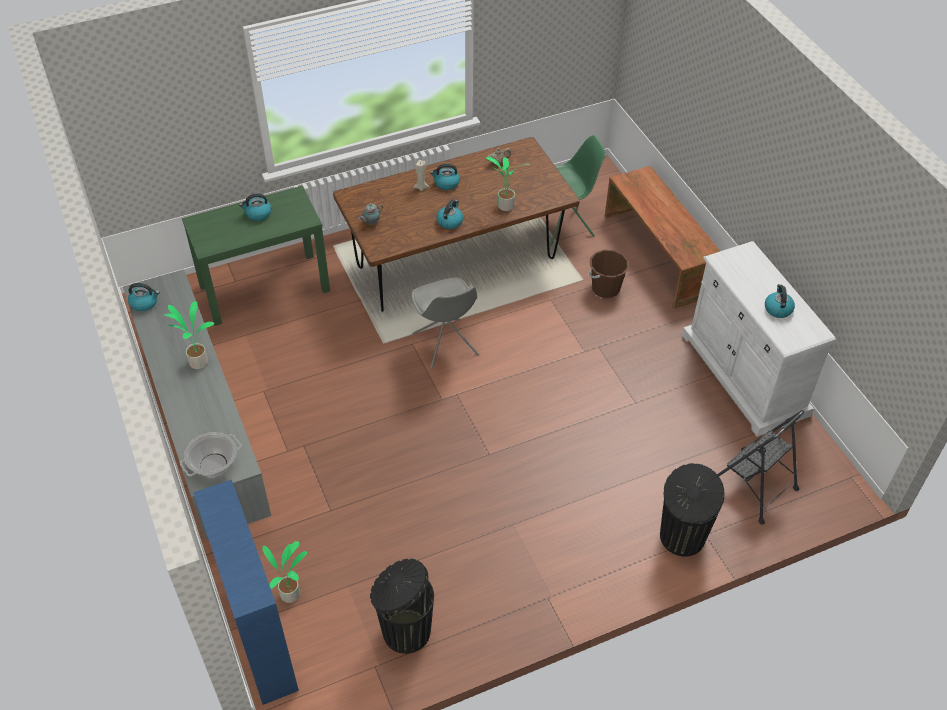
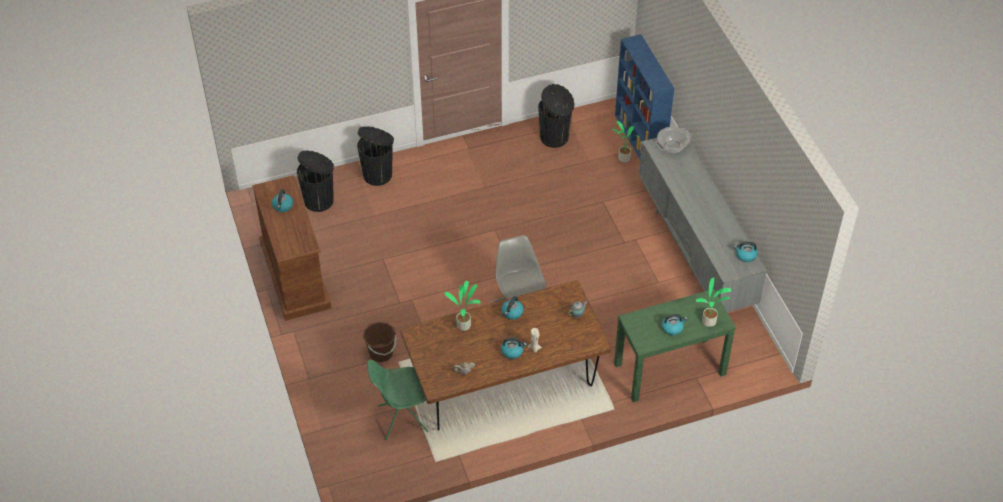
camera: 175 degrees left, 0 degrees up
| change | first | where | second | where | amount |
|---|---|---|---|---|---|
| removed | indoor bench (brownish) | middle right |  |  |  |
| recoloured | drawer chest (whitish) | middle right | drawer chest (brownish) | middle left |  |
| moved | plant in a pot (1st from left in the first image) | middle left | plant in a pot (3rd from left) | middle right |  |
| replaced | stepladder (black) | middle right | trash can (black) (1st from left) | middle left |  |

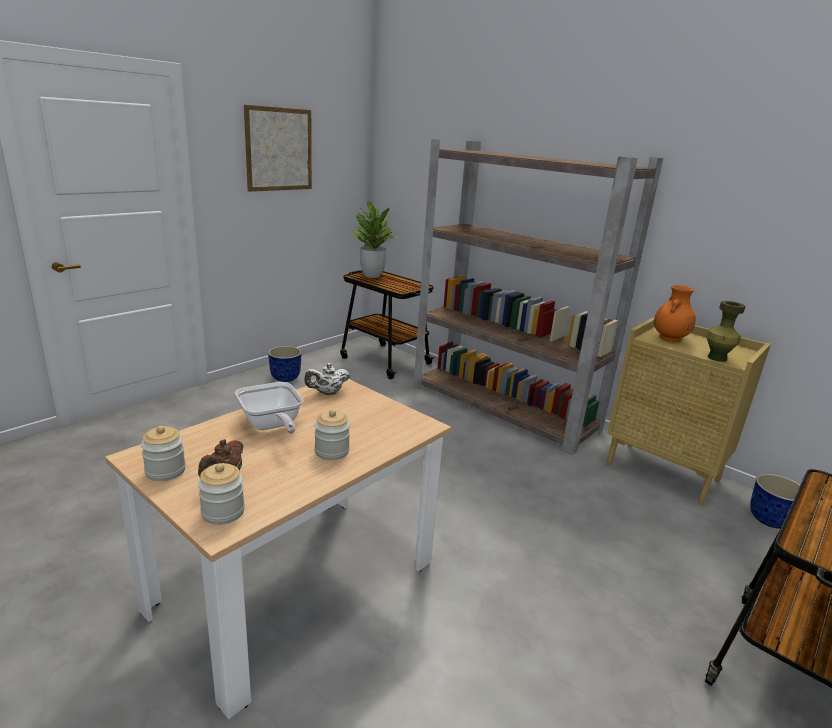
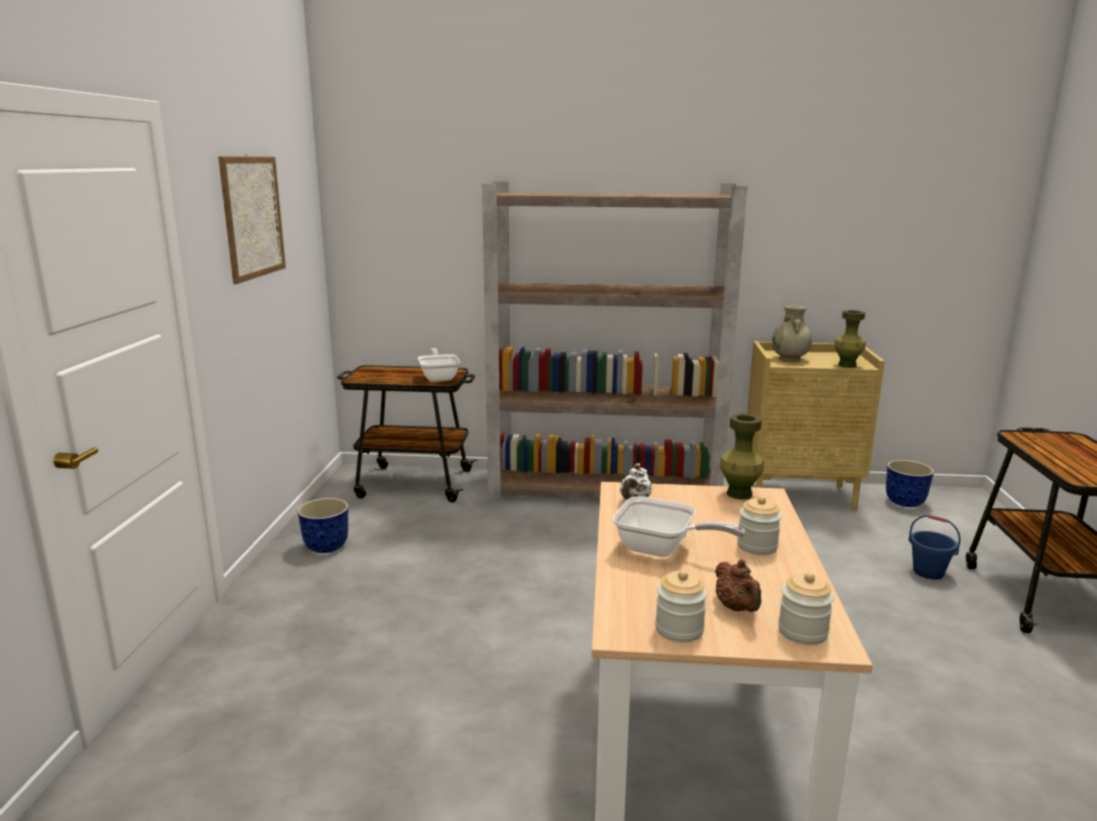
camera: 35 degrees left, 5 degrees down
| change | first | where | second | where | amount |
|---|---|---|---|---|---|
| removed | plant in a pot | top centre |  |  |  |
| recoloured | decorative vase (orange-coloured) | middle right | decorative vase (beige-coloured) | middle right |  |
| added |  |  | pan (1st from left) | centre |  |
| added |  |  | decorative vase (greenish) (1st from left) | middle right |  |
| added |  |  | bucket (bluish) | middle right |  |

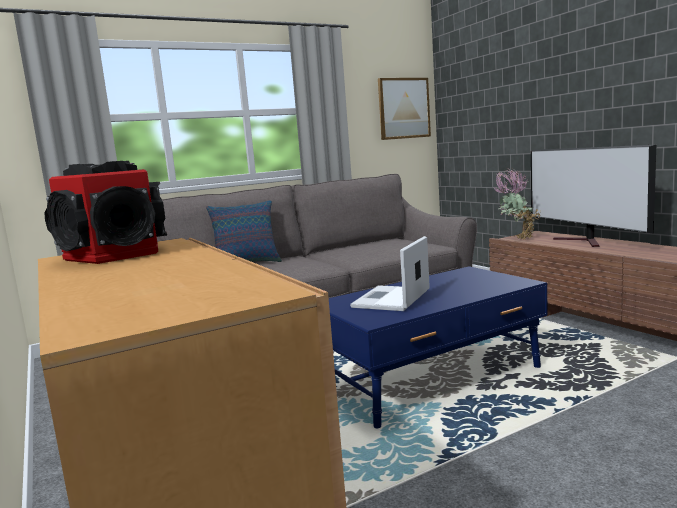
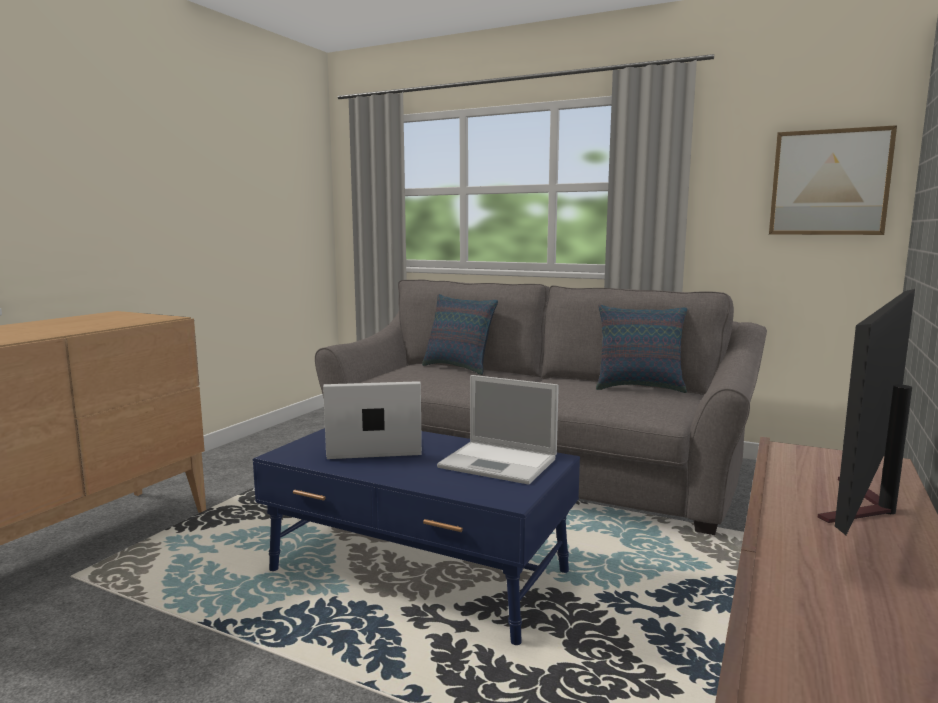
camera: 55 degrees right, 0 degrees up
| change | first | where | second | where | amount |
|---|---|---|---|---|---|
| removed | speaker | middle left |  |  |  |
| removed | plant in a pot | middle right |  |  |  |
| added |  |  | throw pillow (bluish) (2nd from left) | middle right |  |
| added |  |  | laptop (2nd from left) | centre |  |

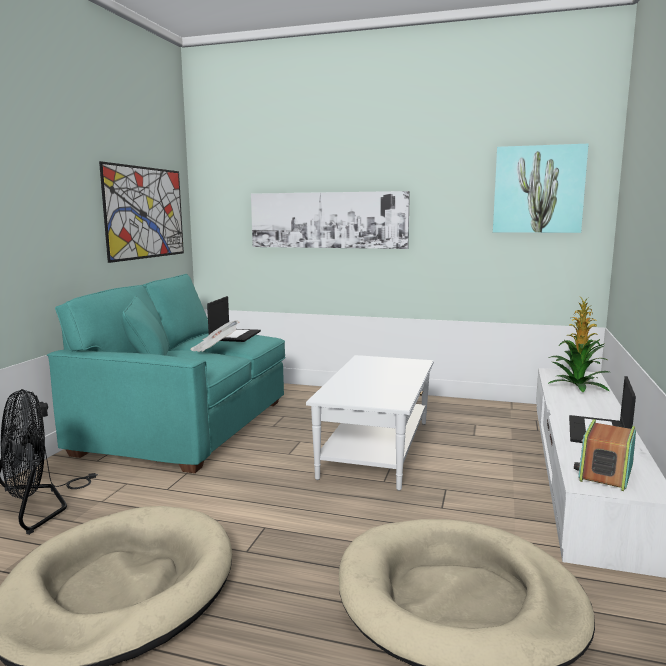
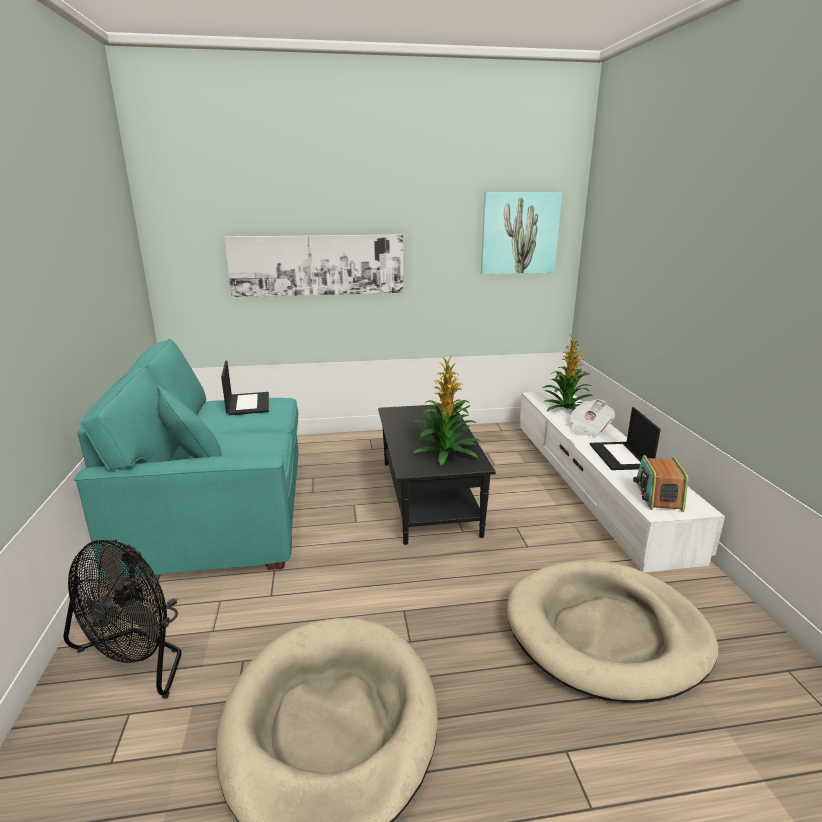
camera: 25 degrees left, 10 degrees up
| change | first | where | second | where | amount |
|---|---|---|---|---|---|
| removed | wall art (1st from left) | top left |  |  |  |
| moved | newspaper | middle left |  | middle right |  |
| recoloured | low table (whitish) | centre | low table (black) | centre |  |
| added |  |  | plant in a pot (1st from left) | centre |  |

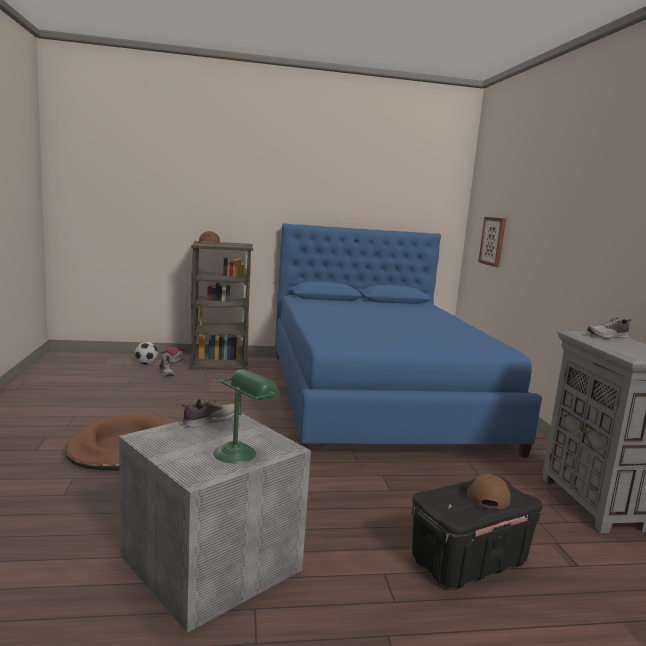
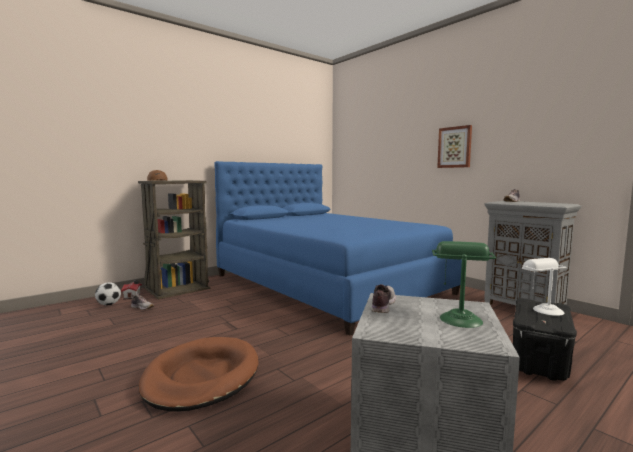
camera: 30 degrees left, 5 degrees down
| change | first | where | second | where | amount |
|---|---|---|---|---|---|
| moved | wall art | middle right |  | top right |  |
| replaced | cap (brownish) (2nd from left) | bottom right | table lamp (whitish) | middle right |  |

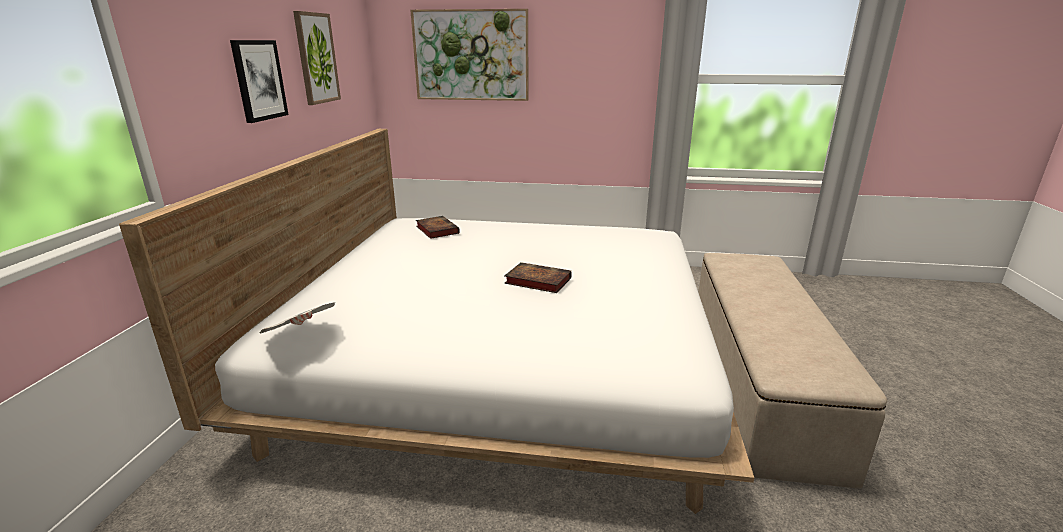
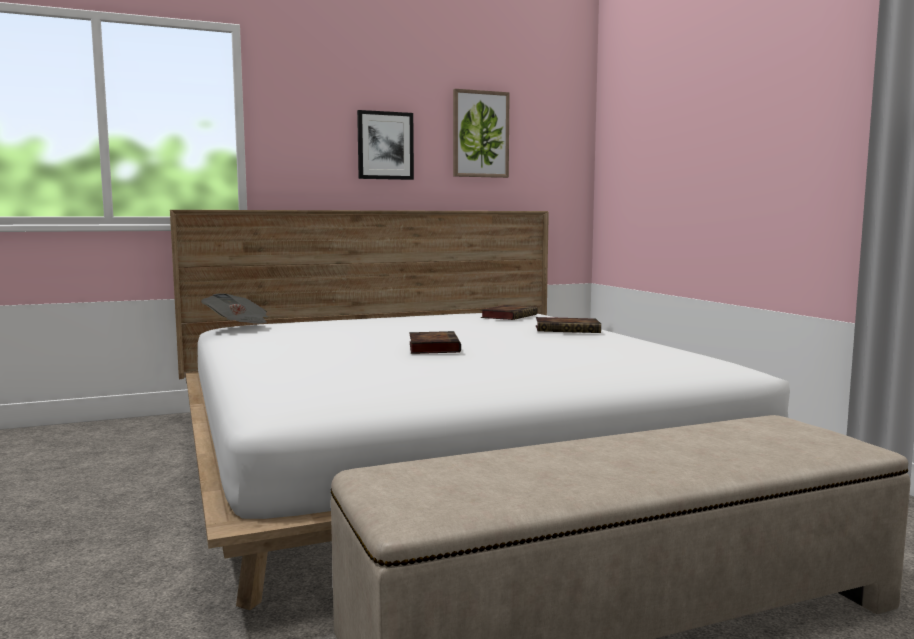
camera: 60 degrees right, 15 degrees down
| change | first | where | second | where | amount |
|---|---|---|---|---|---|
| removed | wall art (3rd from left) | top centre |  |  |  |
| added |  |  | bound book (3rd from left) | centre |  |

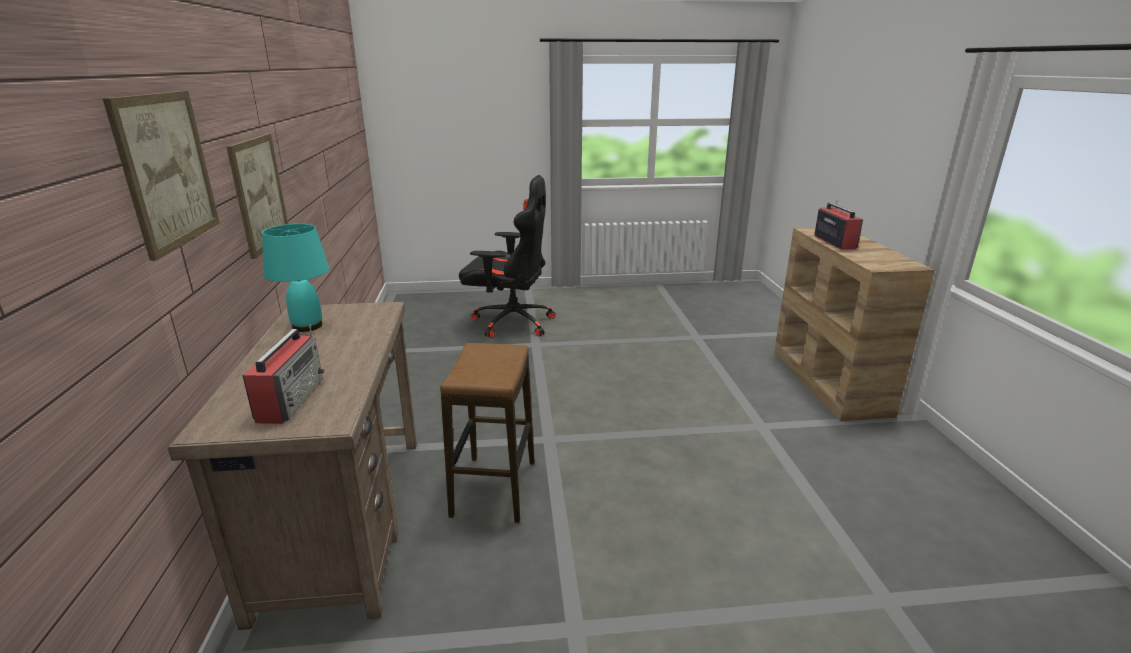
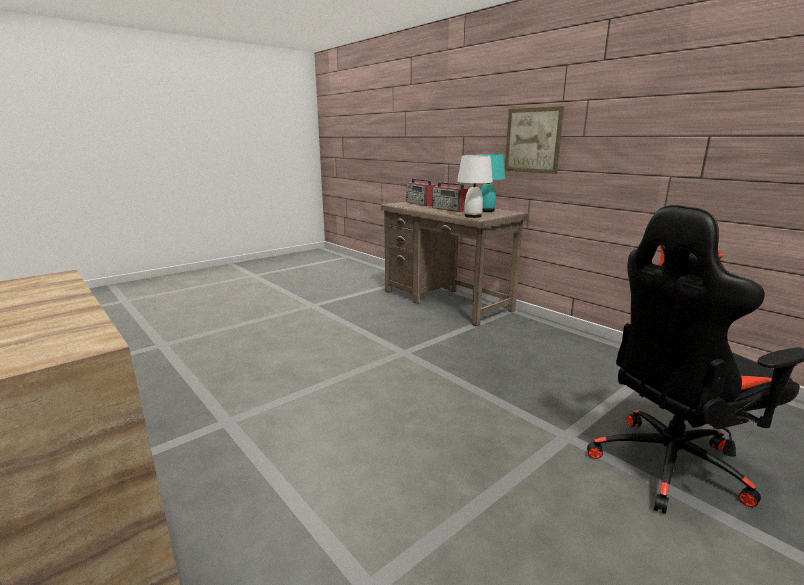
camera: 145 degrees right, 5 degrees down
| change | first | where | second | where | amount |
|---|---|---|---|---|---|
| removed | wall art (1st from left) | top left |  |  |  |
| moved | radio (2nd from left) | middle right |  | centre |  |
| removed | sitting stool | centre |  |  |  |
| added |  |  | table lamp (whitish) | top centre |  |

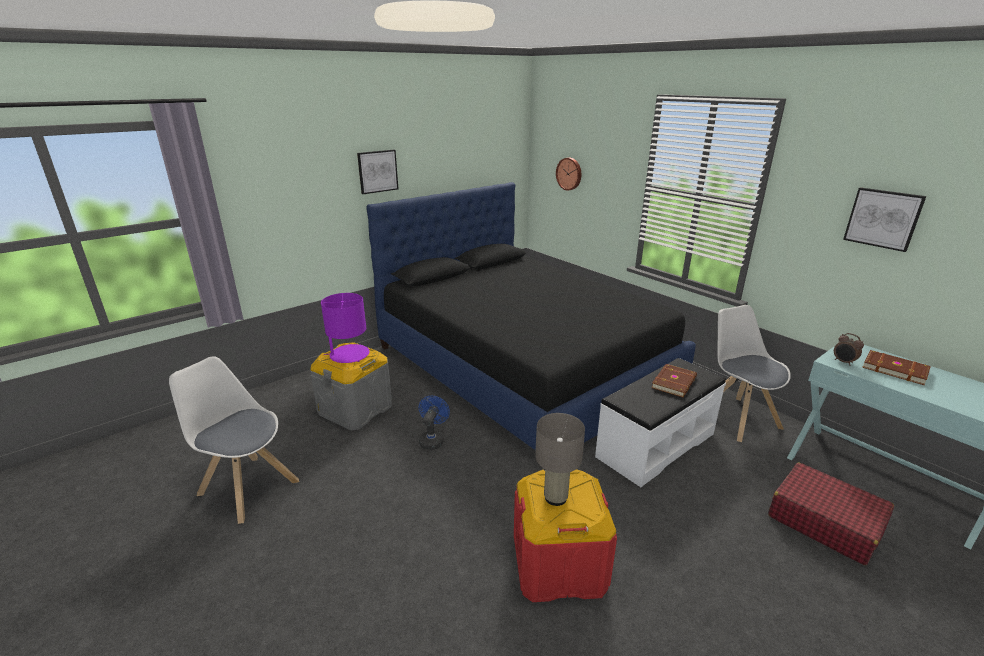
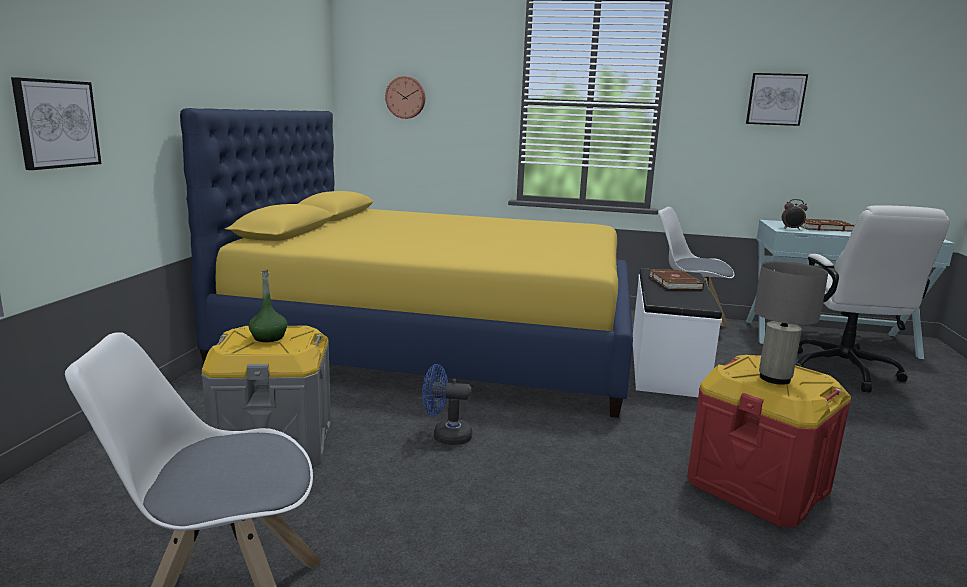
camera: 40 degrees left, 10 degrees down
| change | first | where | second | where | amount |
|---|---|---|---|---|---|
| moved | wall art (1st from left) | top centre |  | top left |  |
| recoloured | bedroom bed (black) | centre | bedroom bed (yellow) | centre |  |
| replaced | table lamp (purple-coloured) | centre | beverage bottle (greenish) | middle left |  |
| turned | electric fan (bluish) | centre |  | bottom centre | 60 degrees counterclockwise |
| replaced | piece of luggage (reddish) | bottom right | computer chair (whitish) | middle right |  |

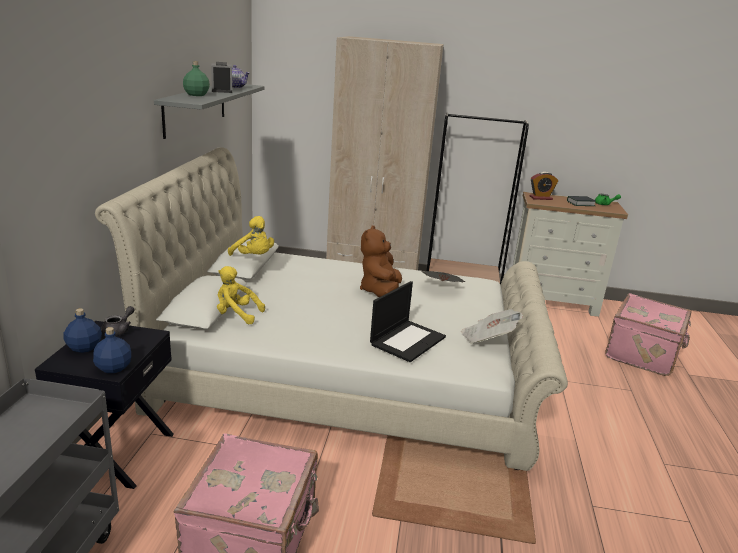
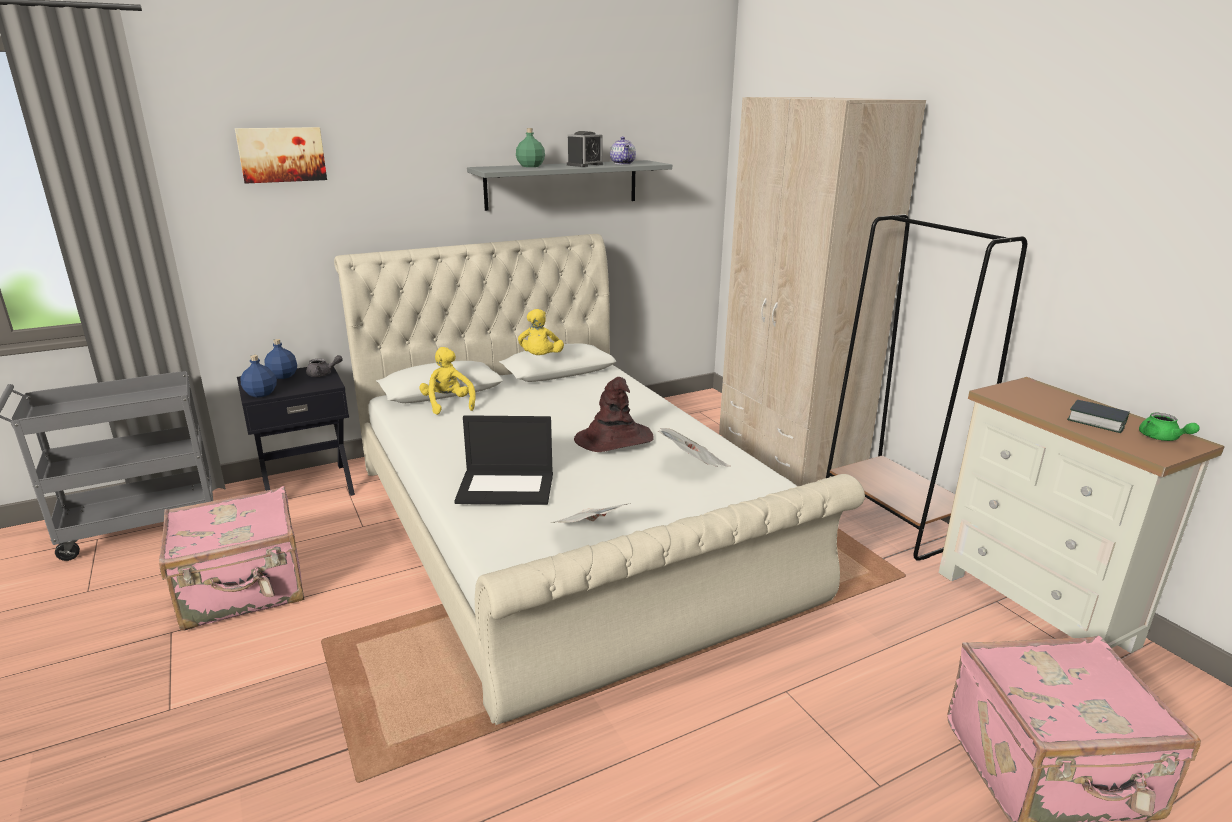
camera: 55 degrees right, 0 degrees up
| change | first | where | second | where | amount |
|---|---|---|---|---|---|
| removed | alarm clock (2nd from left) | middle right |  |  |  |
| replaced | soft toy (brownish) | centre | wearable hat (brownish) | centre |  |
| added |  |  | wall art | top left |  |

